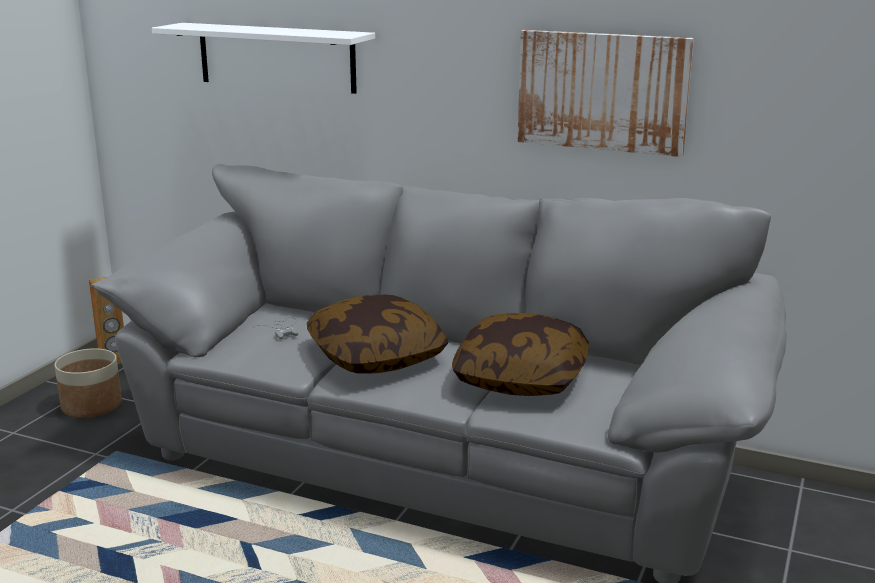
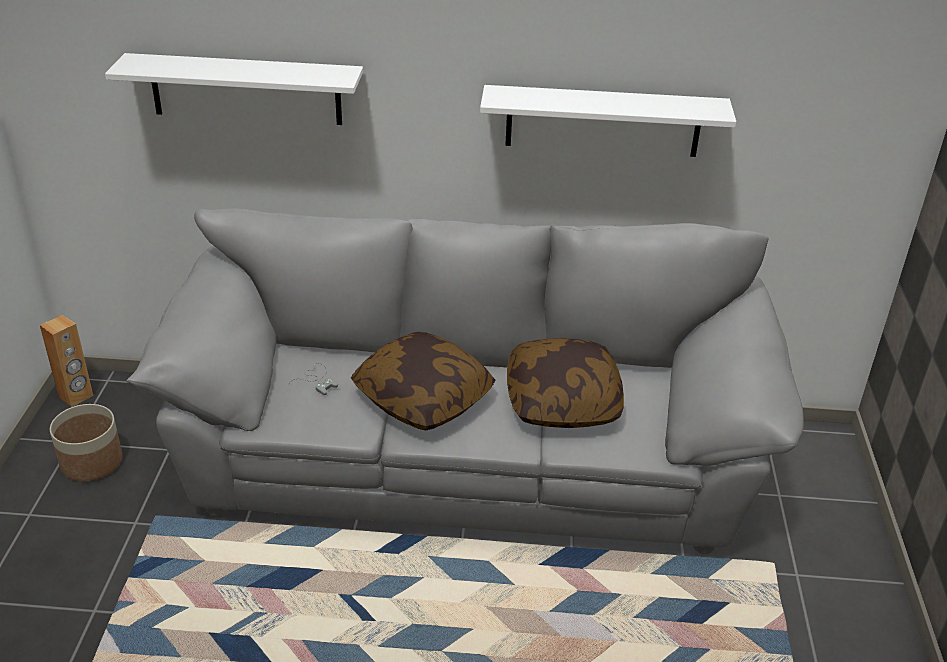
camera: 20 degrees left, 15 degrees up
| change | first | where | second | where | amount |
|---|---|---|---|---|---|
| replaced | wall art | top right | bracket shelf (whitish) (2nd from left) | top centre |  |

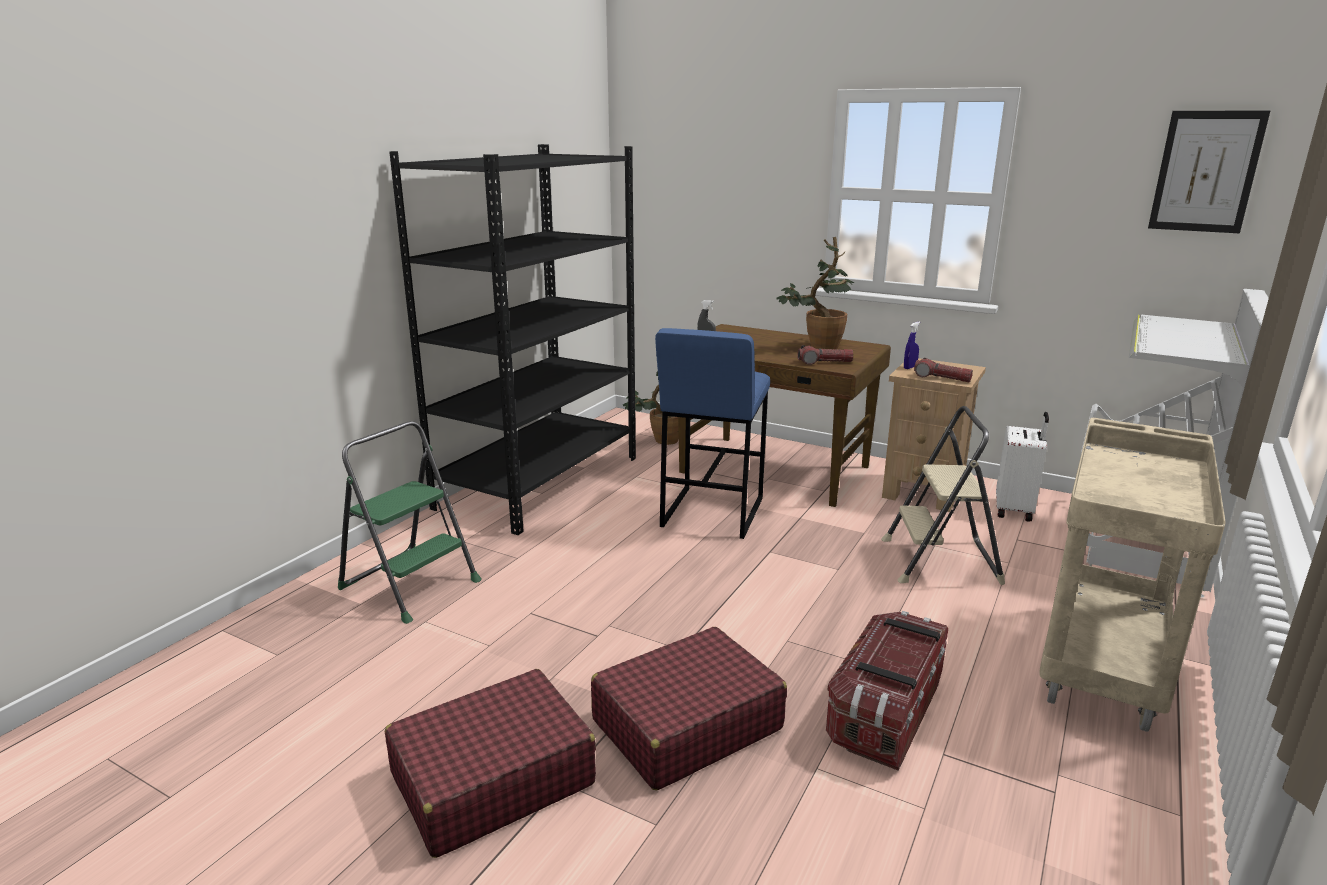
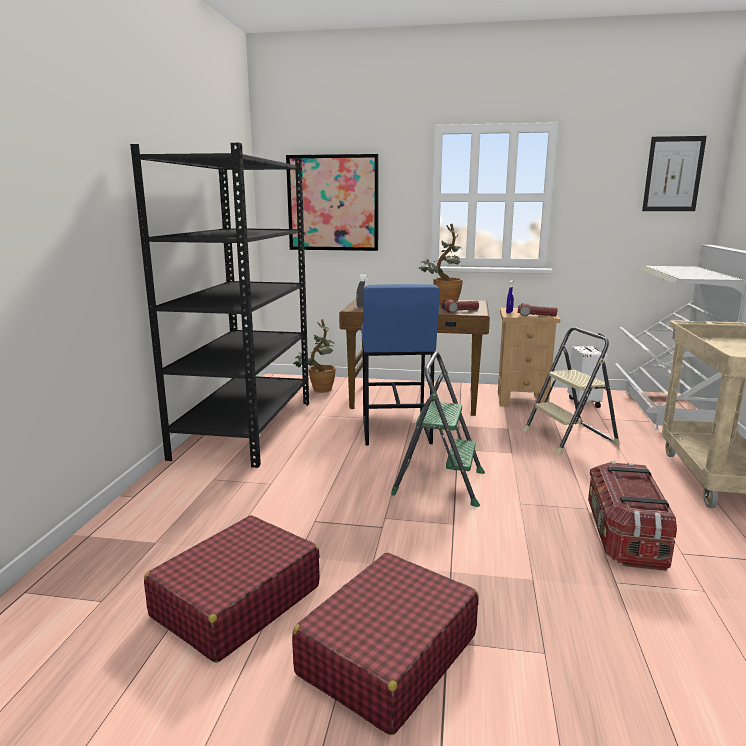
camera: 20 degrees left, 5 degrees down
| change | first | where | second | where | amount |
|---|---|---|---|---|---|
| moved | stepladder (greenish) | middle left |  | centre |  |
| moved | piece of luggage (reddish) (2nd from left in the first image) | bottom centre | piece of luggage (reddish) (1st from left) | bottom left |  |
| added |  |  | wall art (1st from left) | top centre |  |

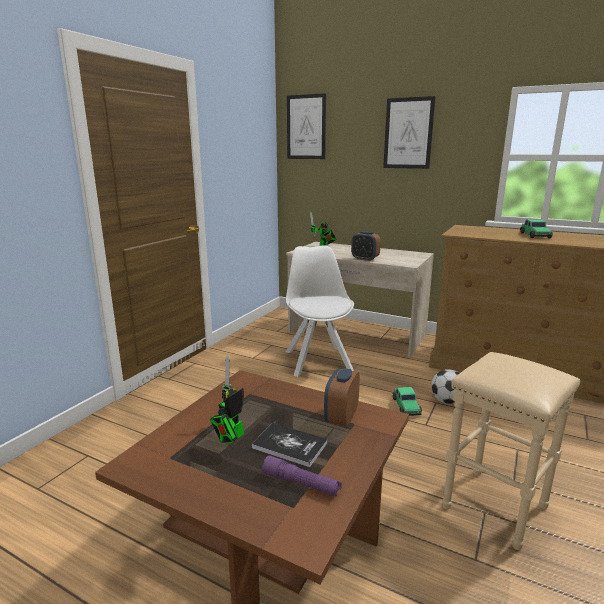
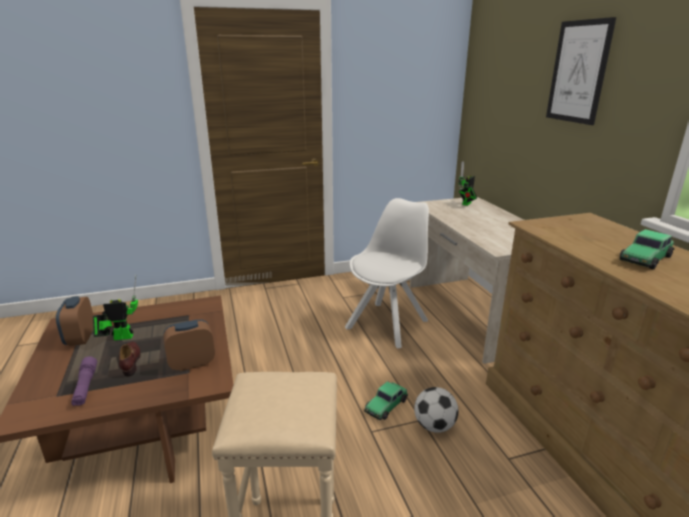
camera: 45 degrees right, 5 degrees up
| change | first | where | second | where | amount |
|---|---|---|---|---|---|
| removed | wall art (1st from left) | top centre |  |  |  |
| moved | alarm clock (2nd from left in the first image) | centre | alarm clock (1st from left) | middle left |  |
| replaced | bound book | bottom centre | low shoe (brownish) | bottom left |  |

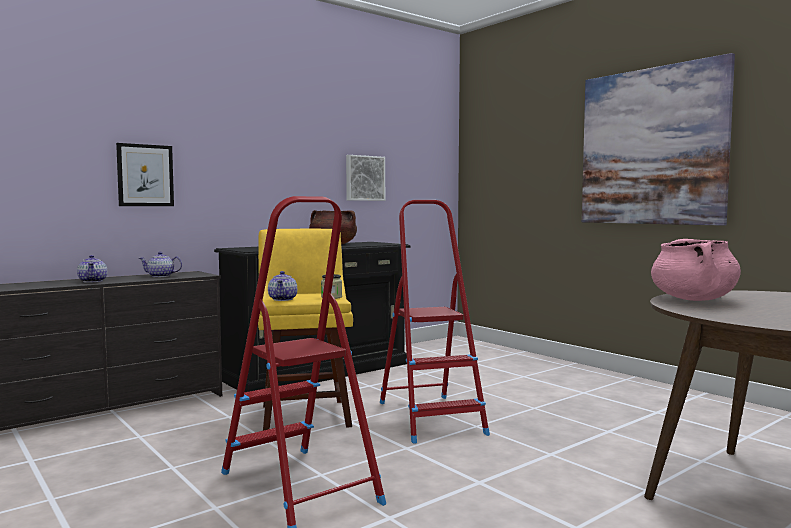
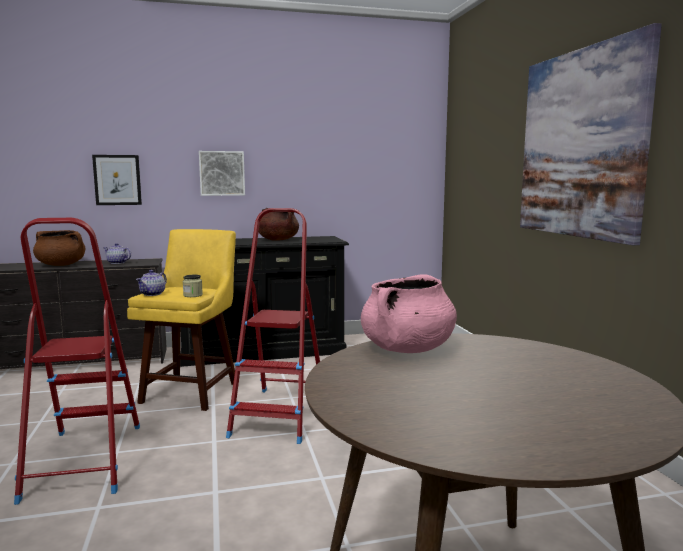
camera: 25 degrees right, 5 degrees up
| change | first | where | second | where | amount |
|---|---|---|---|---|---|
| moved | wall art (2nd from left) | centre |  | top left |  |
| replaced | pot for tea (1st from left) | middle left | stockpot (brownish) (1st from left) | middle left |  |

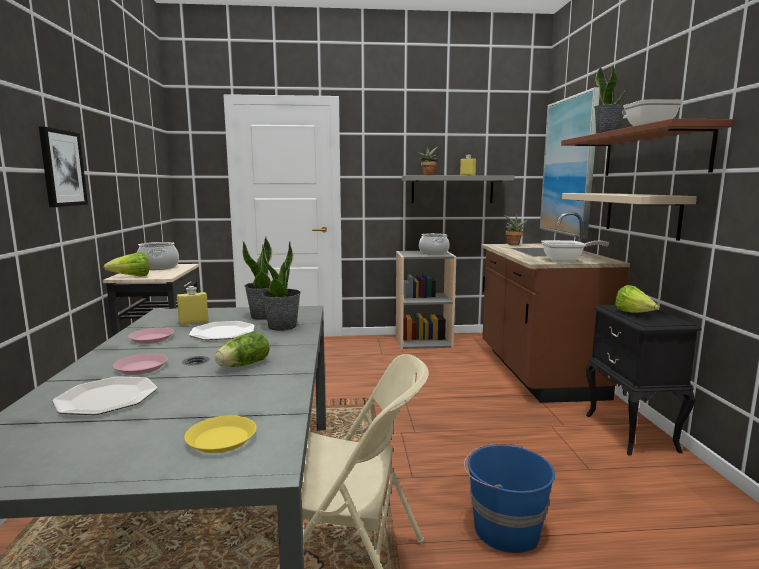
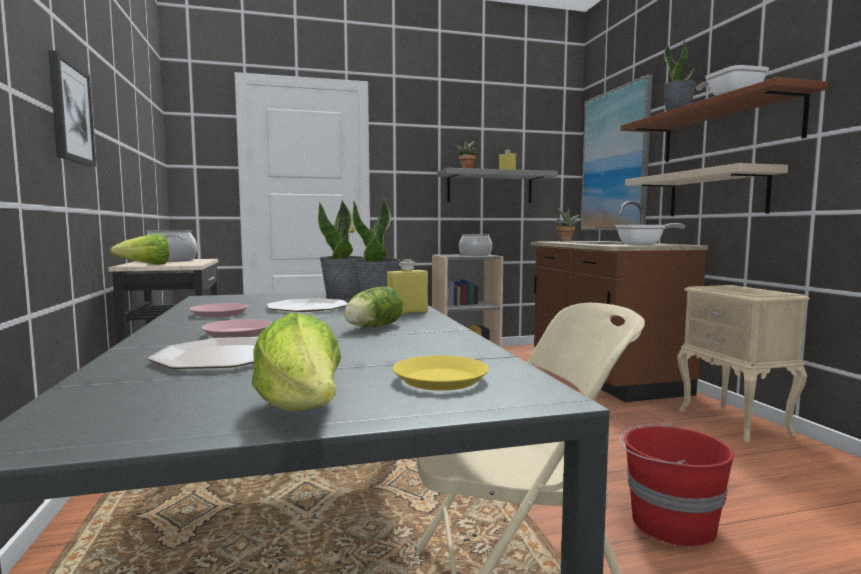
camera: 10 degrees left, 5 degrees down
| change | first | where | second | where | amount |
|---|---|---|---|---|---|
| moved | lettuce head (3rd from left in the first image) | middle right | lettuce head (2nd from left) | centre |  |
| moved | beverage bottle (yellow) (1st from left) | middle left |  | centre |  |
| recoloured | night table (black) | bottom right | night table (beige-coloured) | middle right |  |
| recoloured | bucket (bluish) | bottom right | bucket (reddish) | bottom right |  |

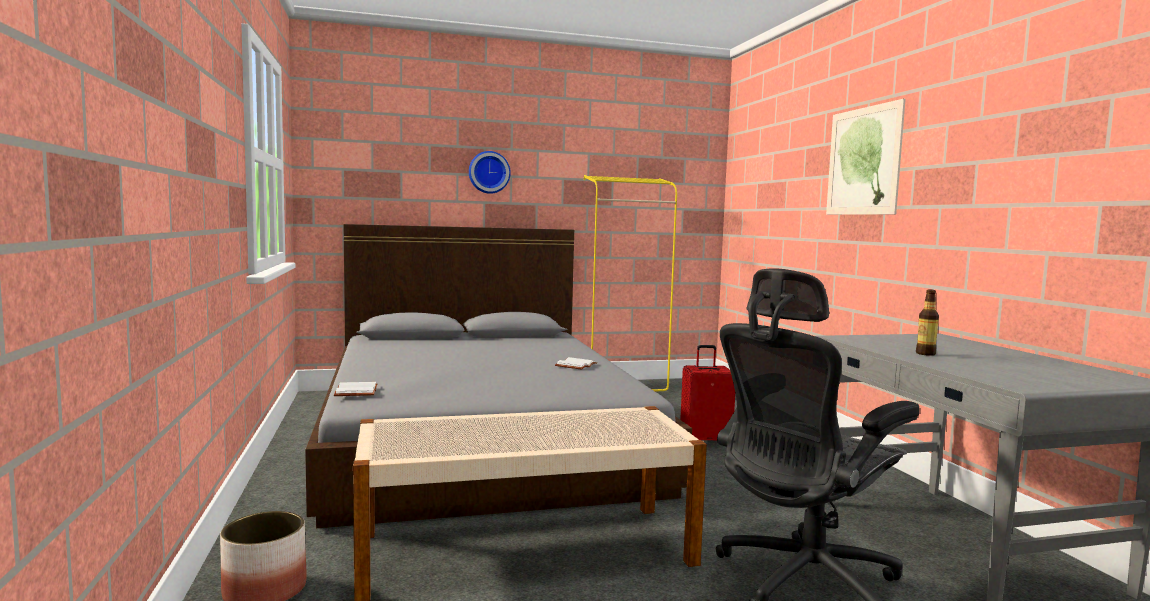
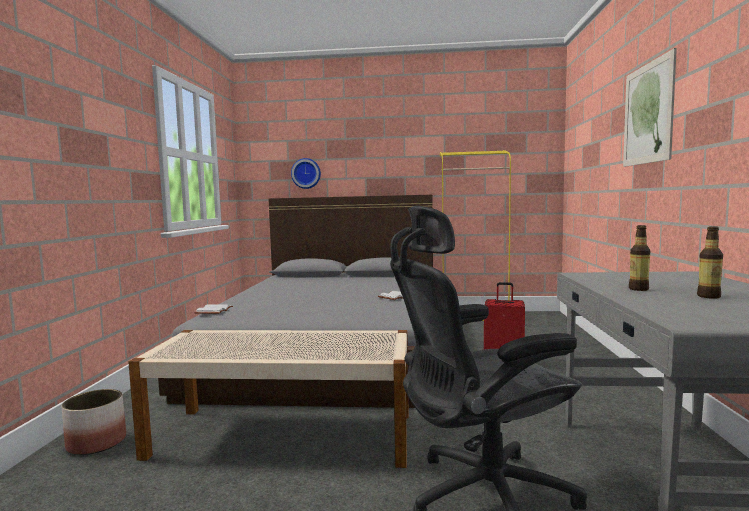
camera: 20 degrees right, 0 degrees up
| change | first | where | second | where | amount |
|---|---|---|---|---|---|
| moved | wall clock | top centre |  | centre |  |
| added |  |  | beverage bottle (2nd from left) | middle right |  |

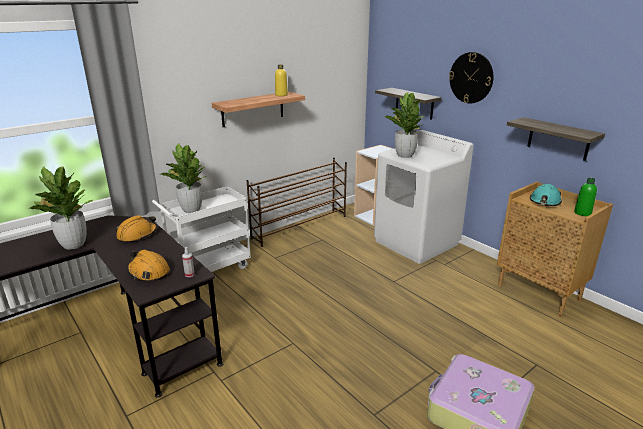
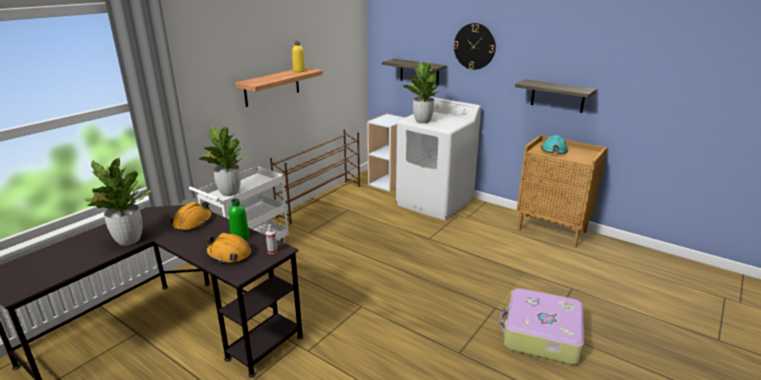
camera: 15 degrees left, 0 degrees up
| change | first | where | second | where | amount |
|---|---|---|---|---|---|
| moved | beverage bottle (greenish) | middle right |  | middle left |  |

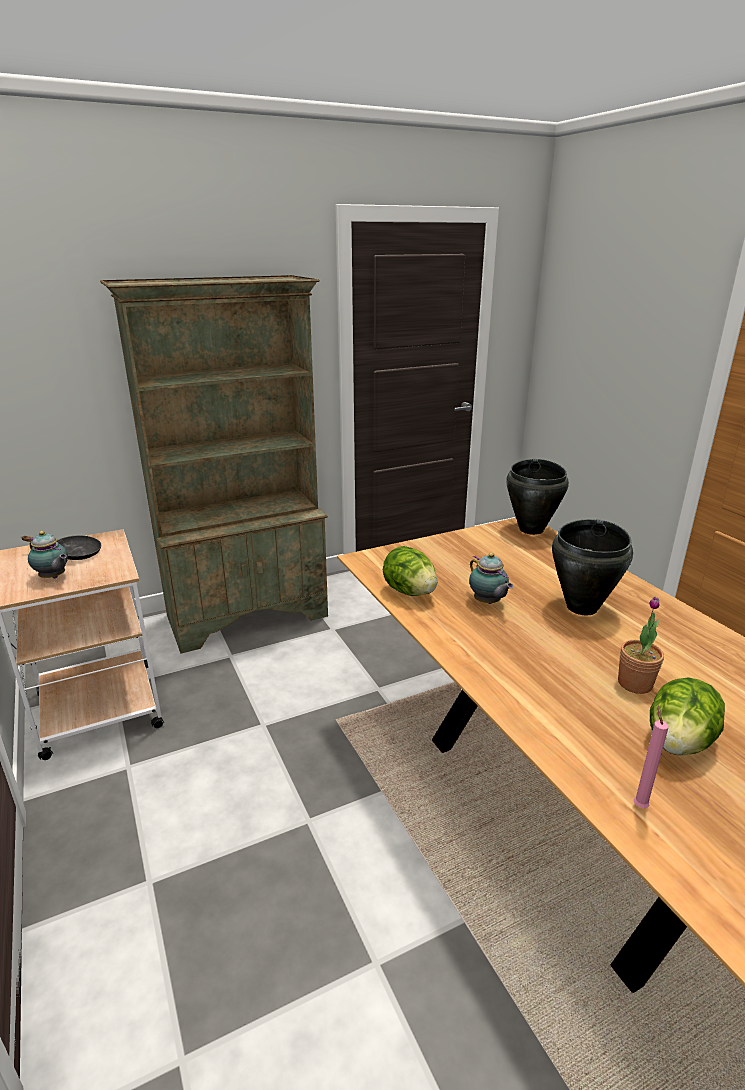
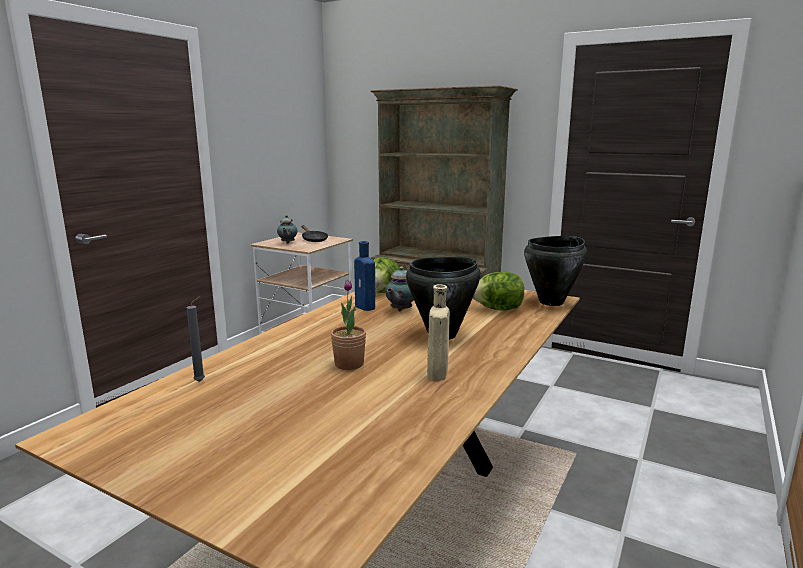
camera: 55 degrees right, 10 degrees down
| change | first | where | second | where | amount |
|---|---|---|---|---|---|
| moved | lettuce head (2nd from left) | middle right |  | centre |  |
| recoloured | candle (pink-coloured) | bottom right | candle (greyish) | middle left |  |
| added |  |  | beverage bottle (bluish) | centre |  |
| added |  |  | beverage bottle (beige-coloured) | centre |  |

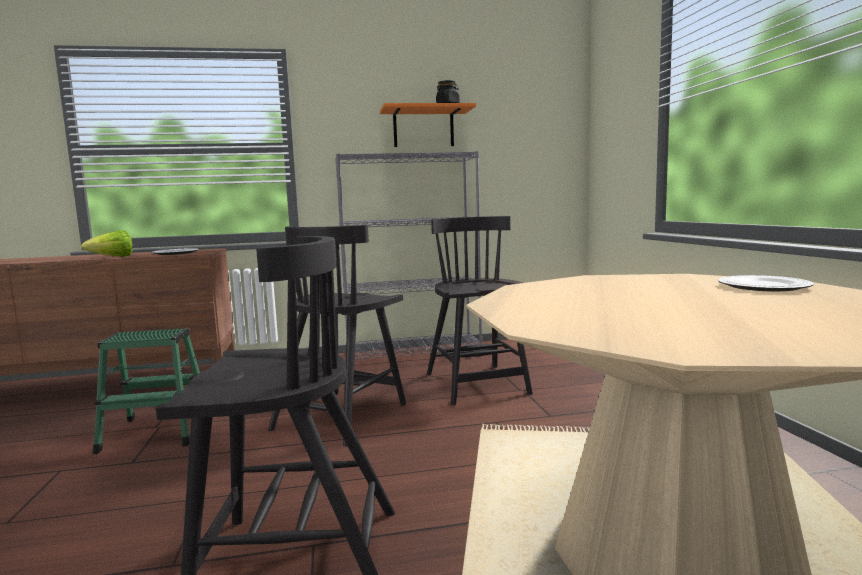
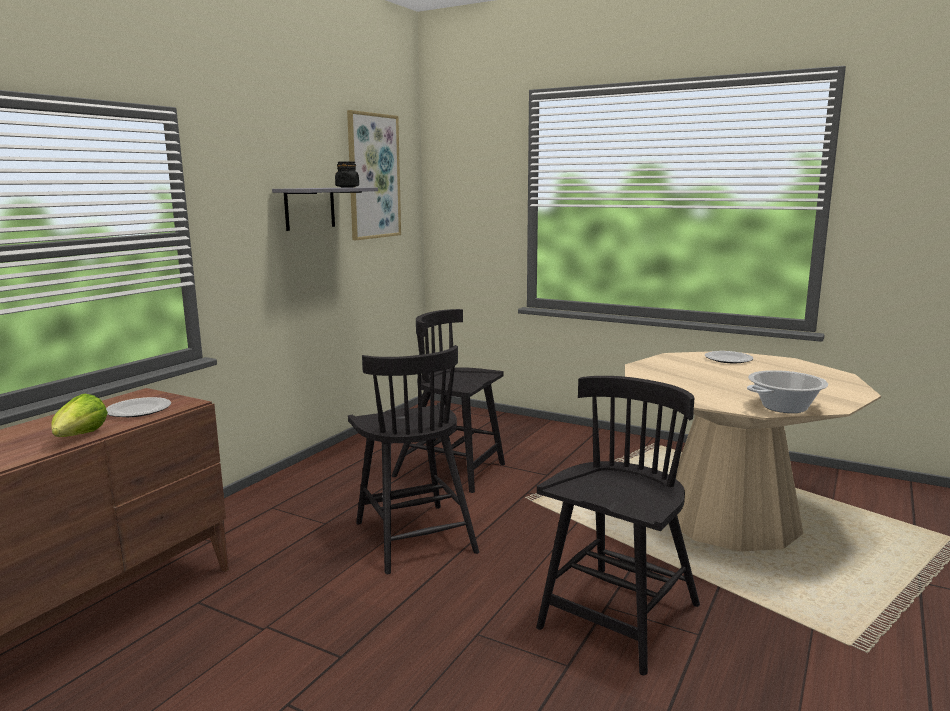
camera: 50 degrees left, 5 degrees up
| change | first | where | second | where | amount |
|---|---|---|---|---|---|
| recoloured | bracket shelf (orange-coloured) | top centre | bracket shelf (greyish) | top centre |  |
| removed | shelving unit (greyish) | centre |  |  |  |
| removed | stepladder (greenish) | bottom left |  |  |  |
| added |  |  | wall art | top centre |  |
| added |  |  | stockpot | middle right |  |

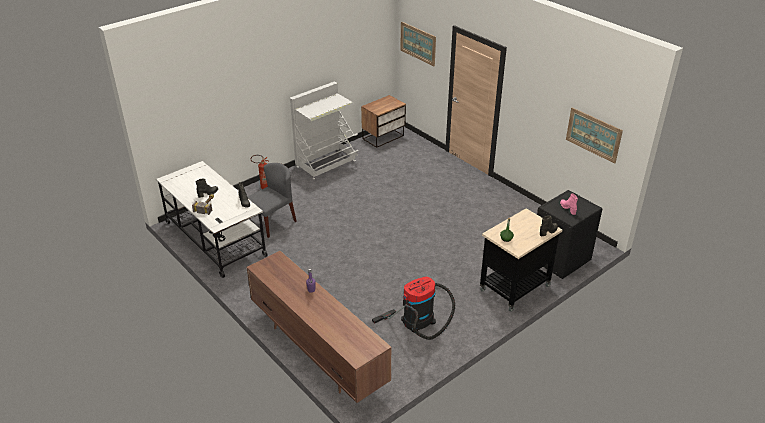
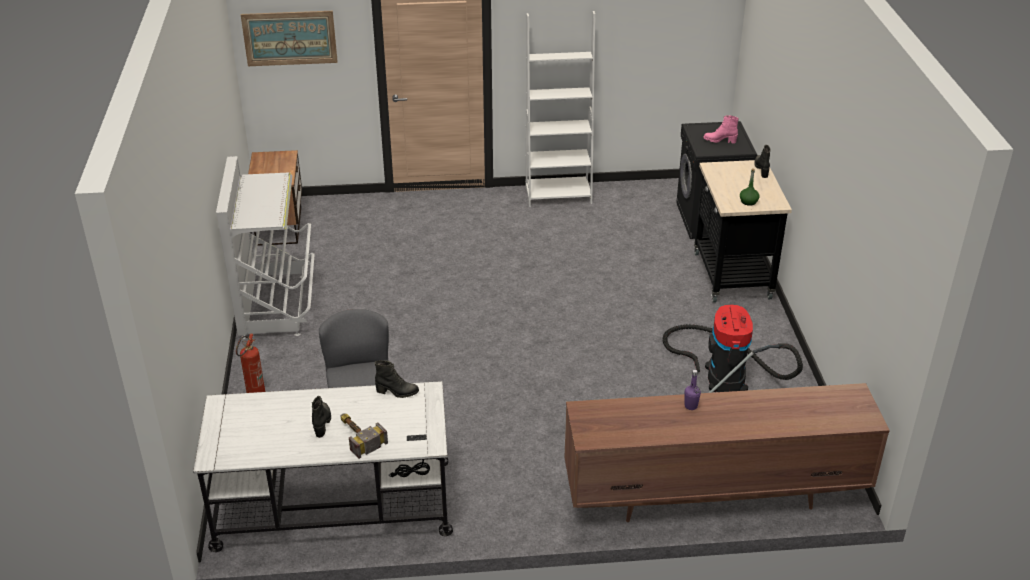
camera: 55 degrees left, 0 degrees up
| change | first | where | second | where | amount |
|---|---|---|---|---|---|
| removed | wall art (2nd from left) | top right |  |  |  |
| added |  |  | shelving unit (whitish) | top centre |  |

